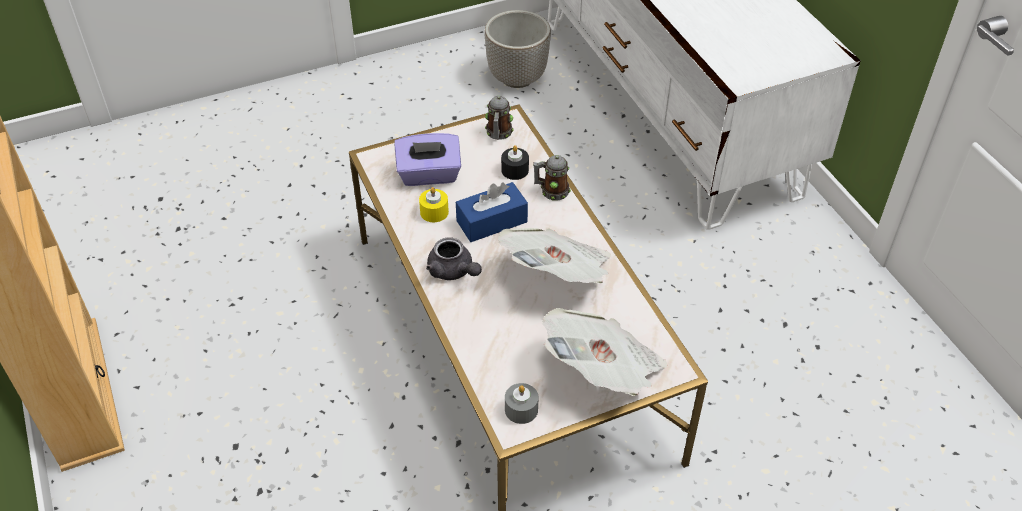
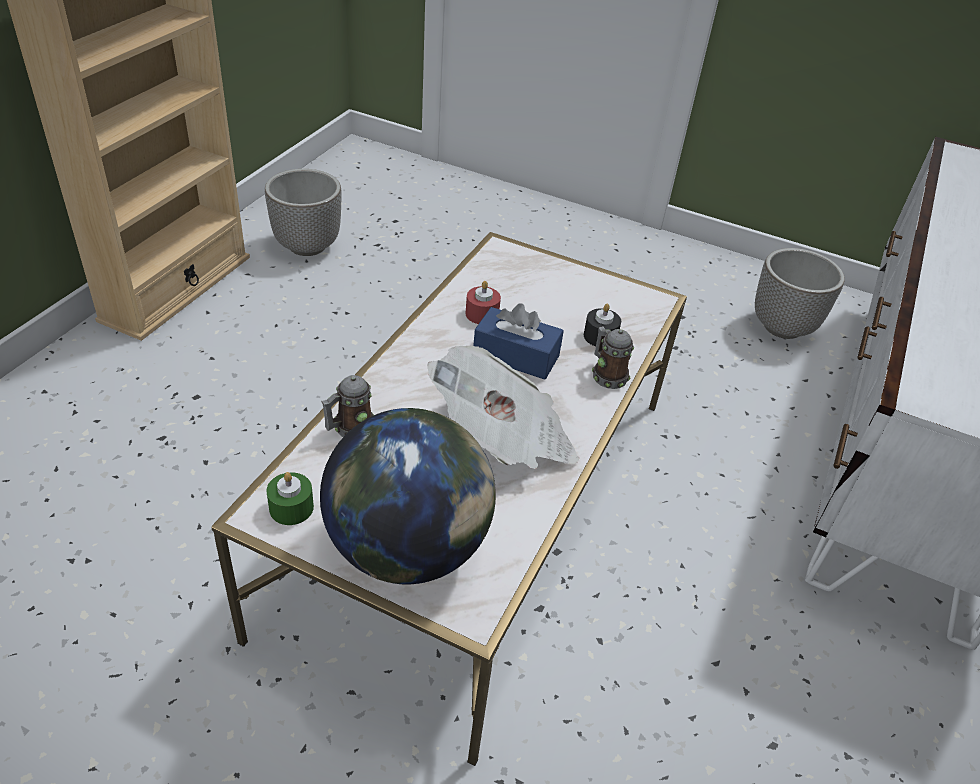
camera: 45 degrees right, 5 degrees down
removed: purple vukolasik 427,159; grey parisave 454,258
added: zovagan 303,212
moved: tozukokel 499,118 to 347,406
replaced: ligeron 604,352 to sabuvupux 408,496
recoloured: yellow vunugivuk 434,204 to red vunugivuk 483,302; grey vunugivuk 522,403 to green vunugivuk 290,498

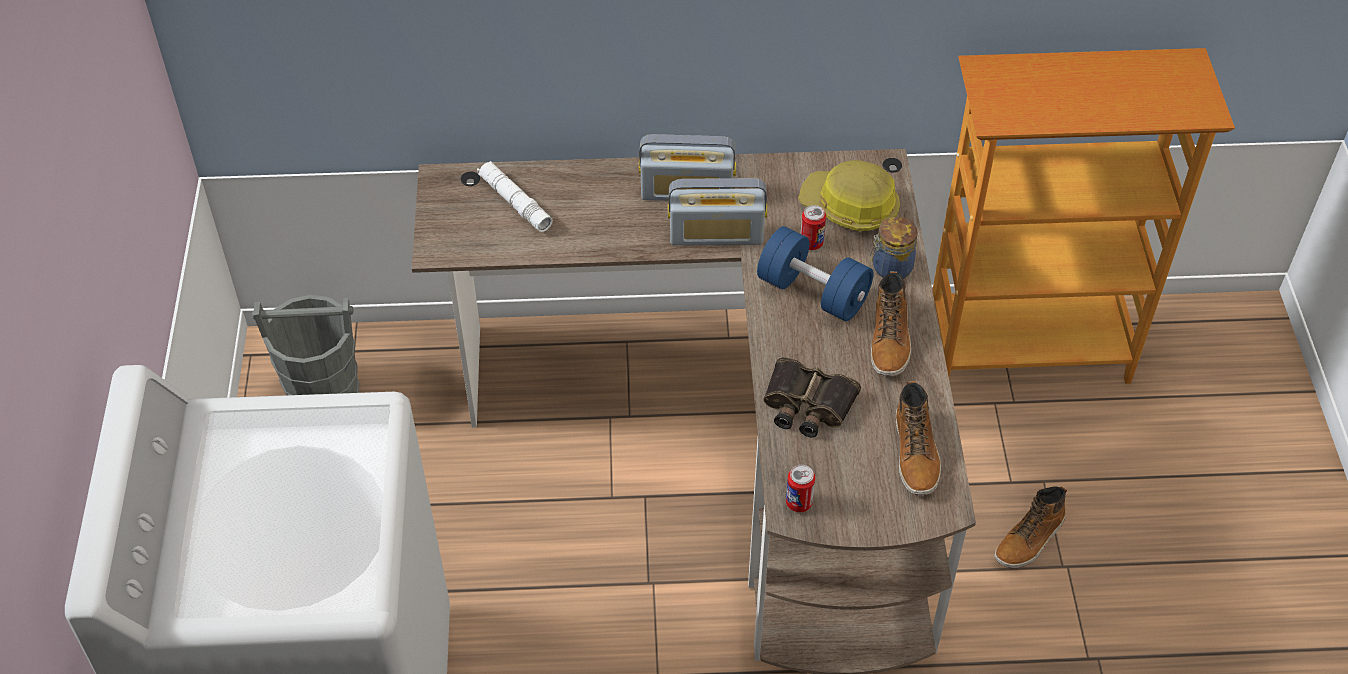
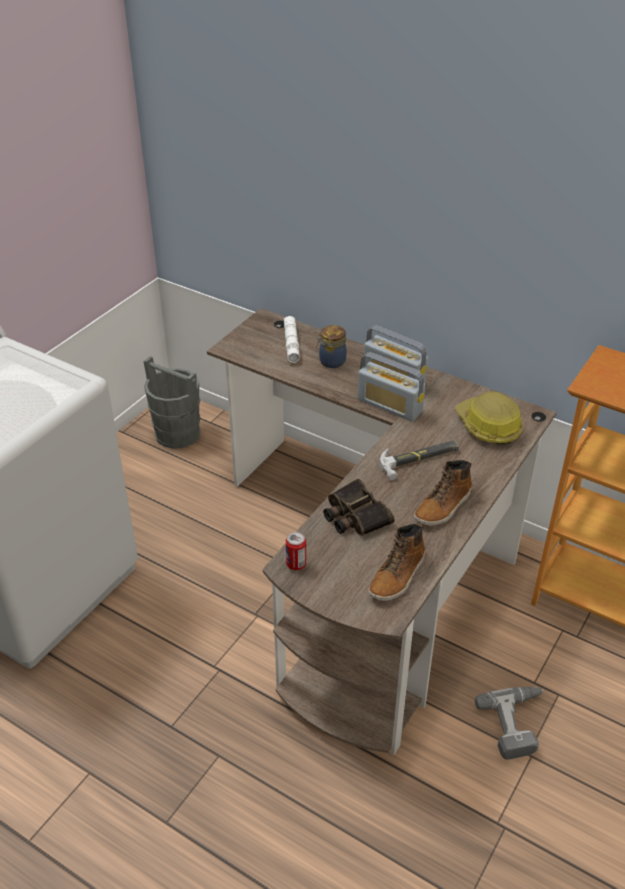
camera: 35 degrees right, 10 degrees down
removed: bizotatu 813,227
moved: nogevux 894,248 to 331,346
replaced: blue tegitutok 815,273 to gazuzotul 419,460; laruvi 1030,527 to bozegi 509,723

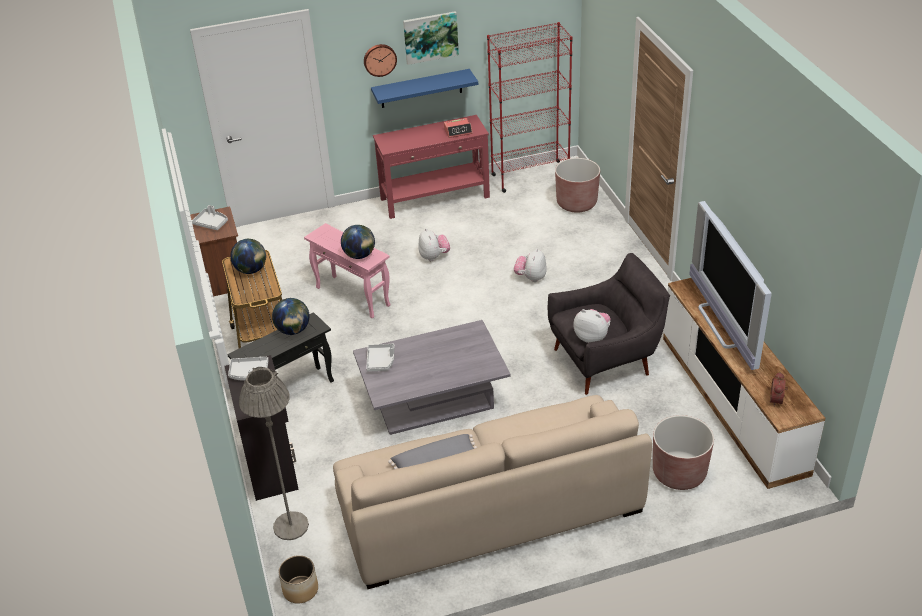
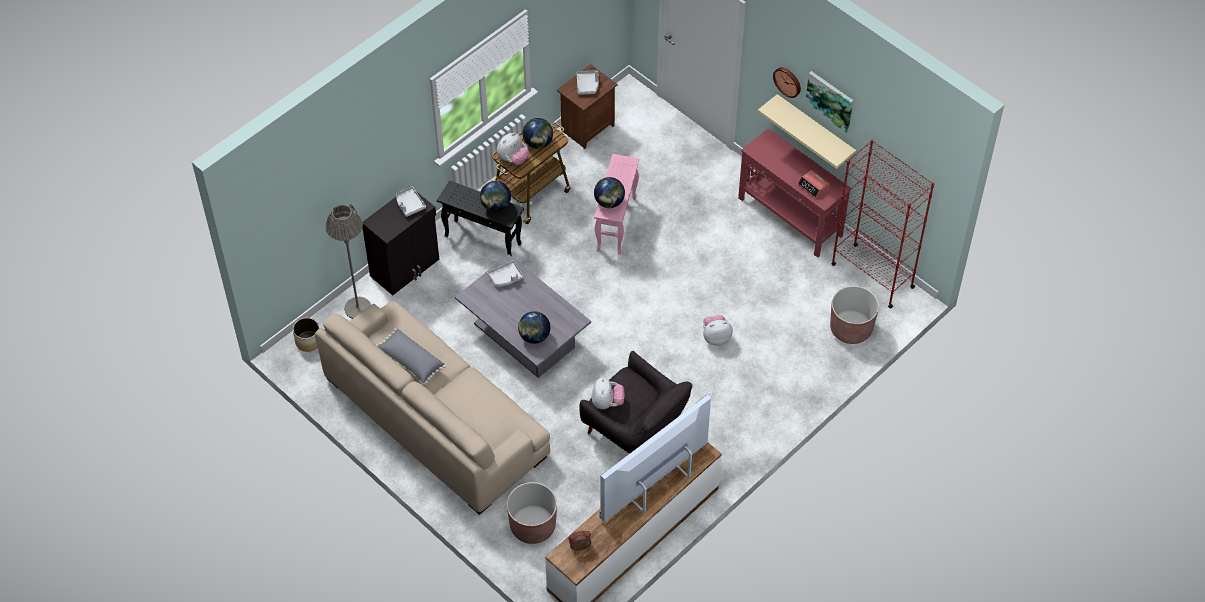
camera: 60 degrees right, 15 degrees up
added: sabuvupux 534,327
moved: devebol 434,244 to 513,149
recoloured: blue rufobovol 424,88 to beige rufobovol 807,131

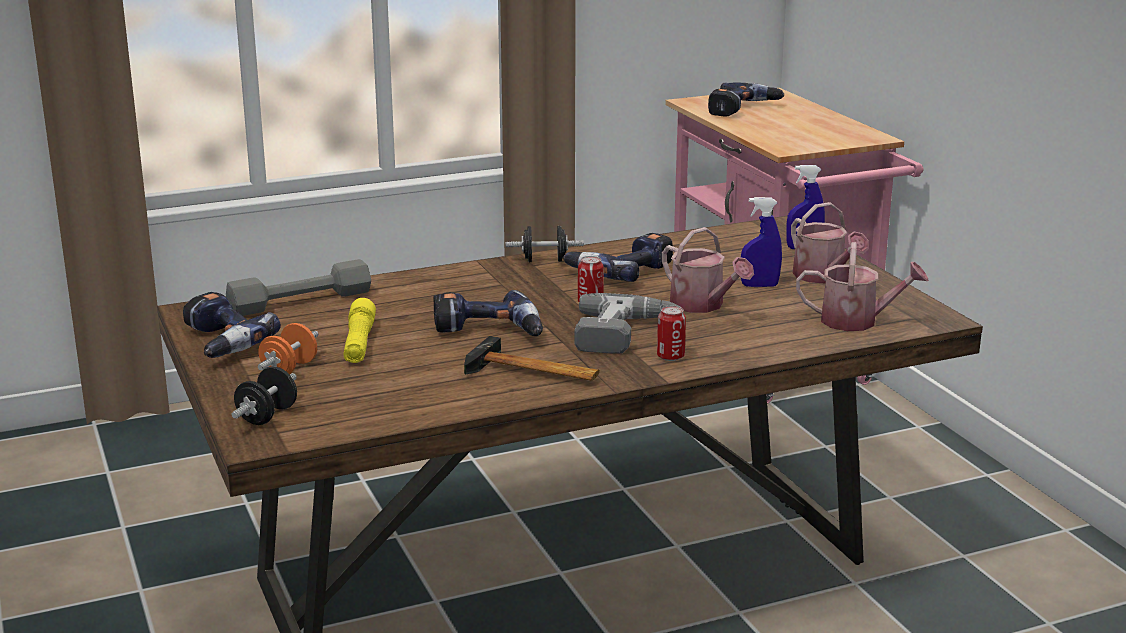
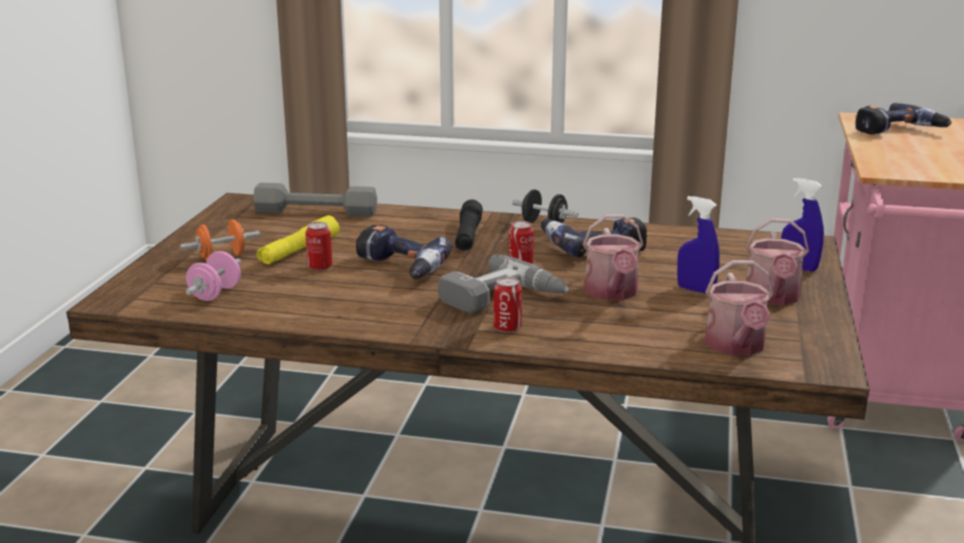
camera: 35 degrees right, 0 degrees up
removed: bozegi 232,325; black tegitutok 264,395; gazuzotul 532,358
added: pink tegitutok 213,276; bizotatu 319,246; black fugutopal 469,225
turned: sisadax 862,286 = 739,307 45 degrees clockwise

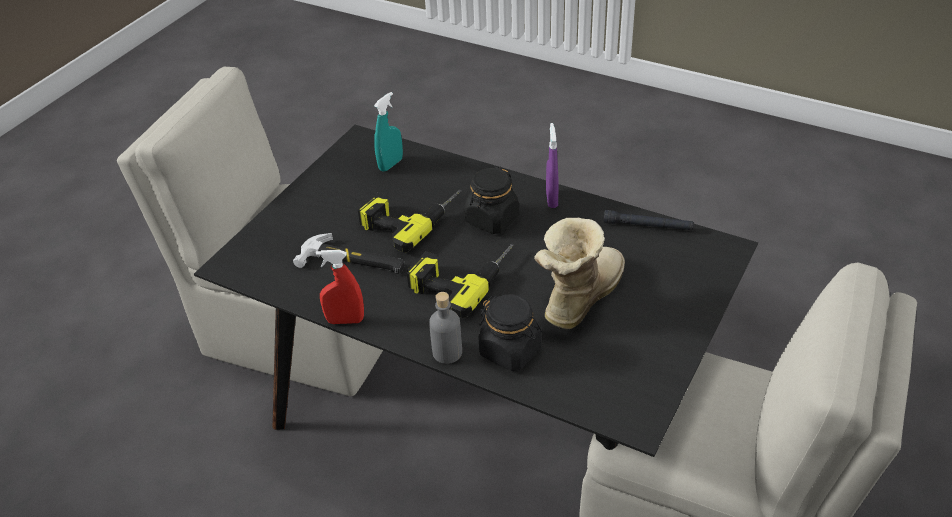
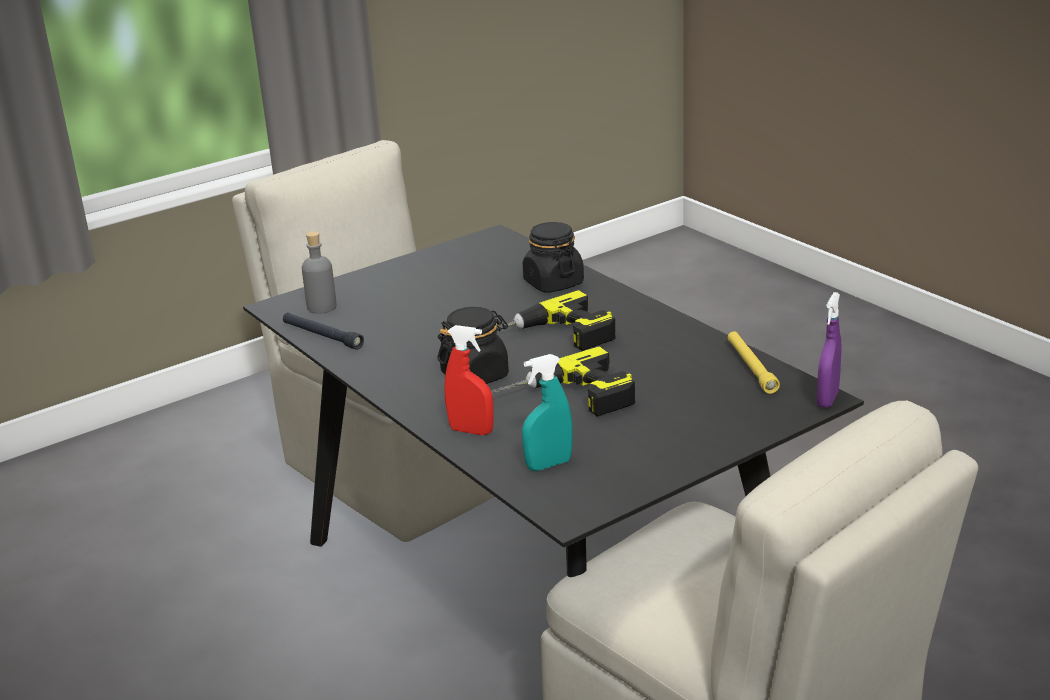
camera: 155 degrees left, 15 degrees down
removed: gazuzotul 349,253; laruvi 579,273
added: yellow fugutopal 754,362
moved: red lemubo 340,287 to 469,380; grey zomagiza 445,328 to 319,272; purple lemubo 552,165 to 829,350

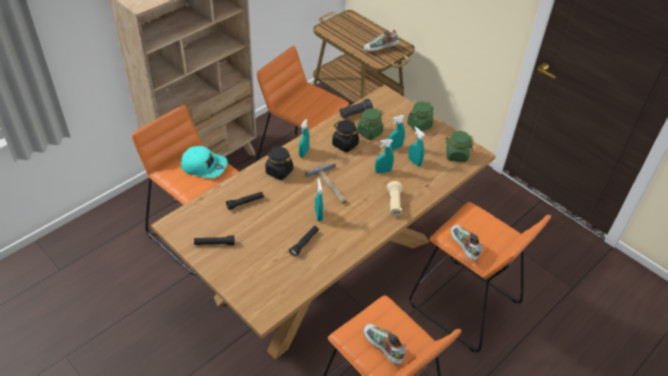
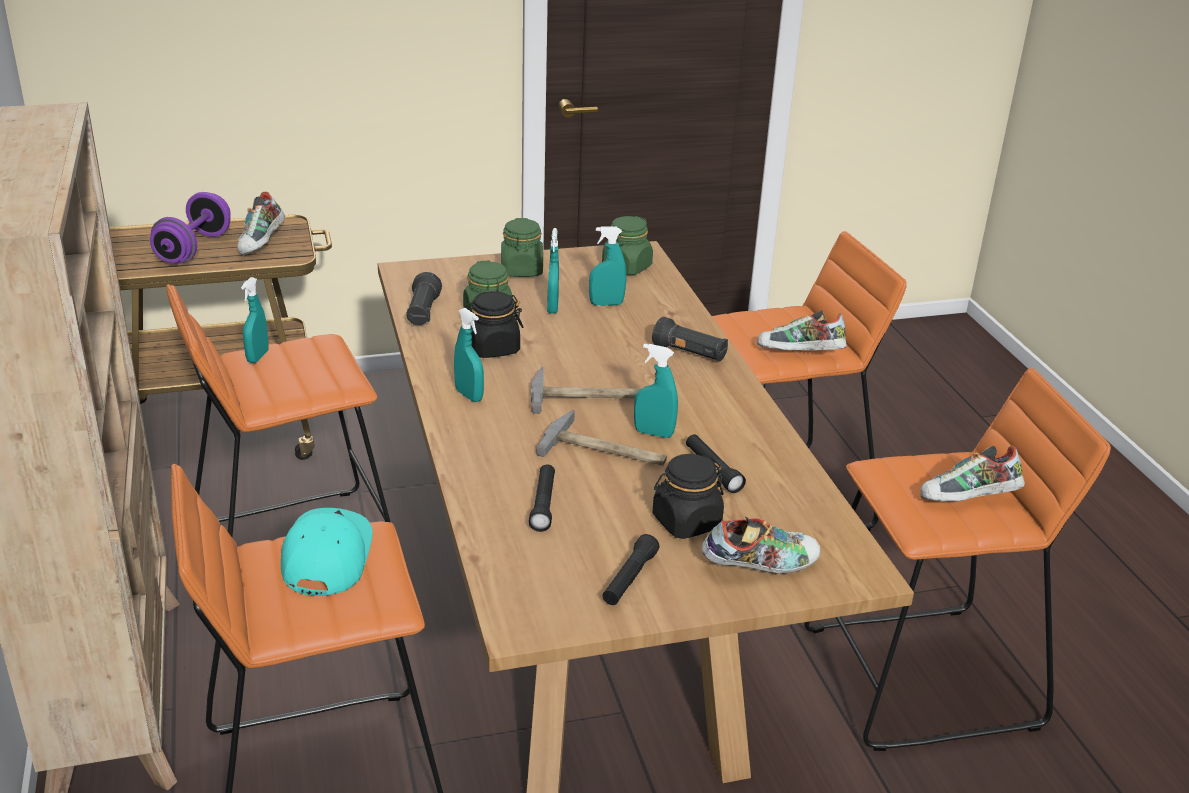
camera: 60 degrees left, 15 degrees down
added: purple tegitutok 190,228; gazuzotul 601,438; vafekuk 761,545
moved: black nogevux 279,163 to 688,496; turquoise lemubo 384,156 to 255,320
recoloured: beige fugutopal 394,198 to black fugutopal 690,339
turned: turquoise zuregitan 204,162 = 327,552 45 degrees counterclockwise

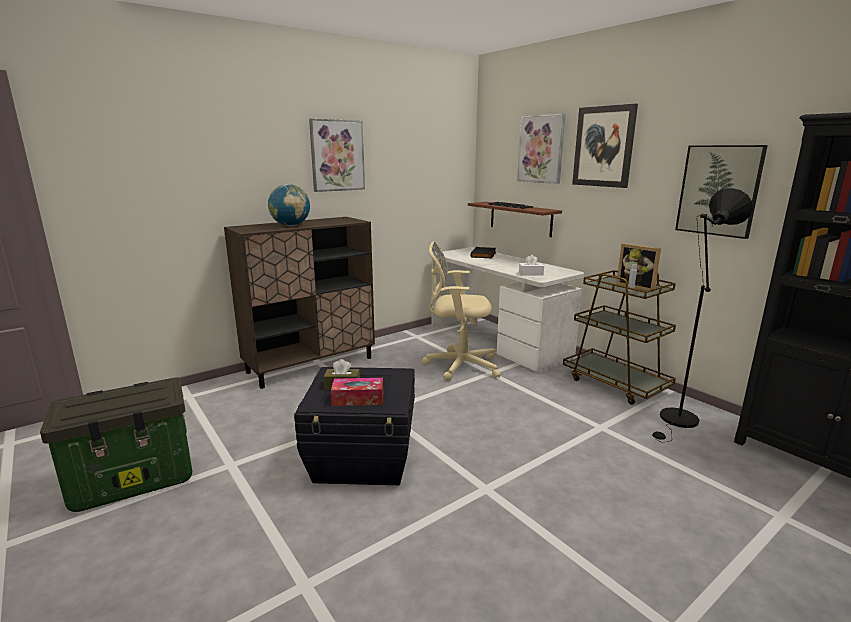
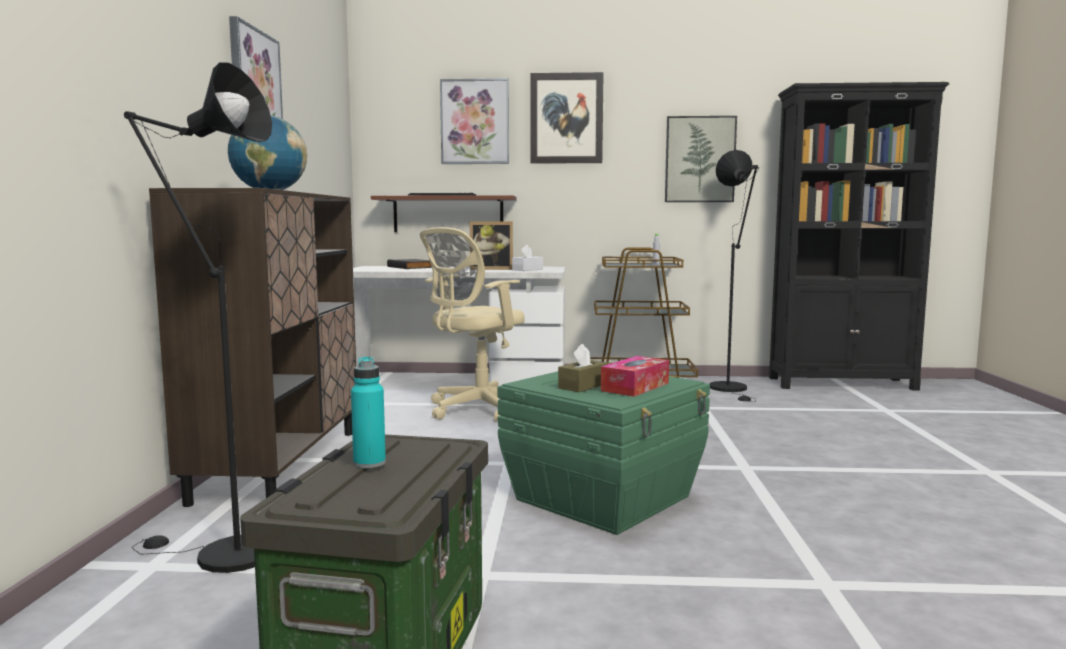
camera: 50 degrees left, 10 degrees down
added: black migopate 198,317; turquoise zomagiza 368,412
moved: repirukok 638,267 to 491,245
recoloured: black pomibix 354,426 to green pomibix 604,453

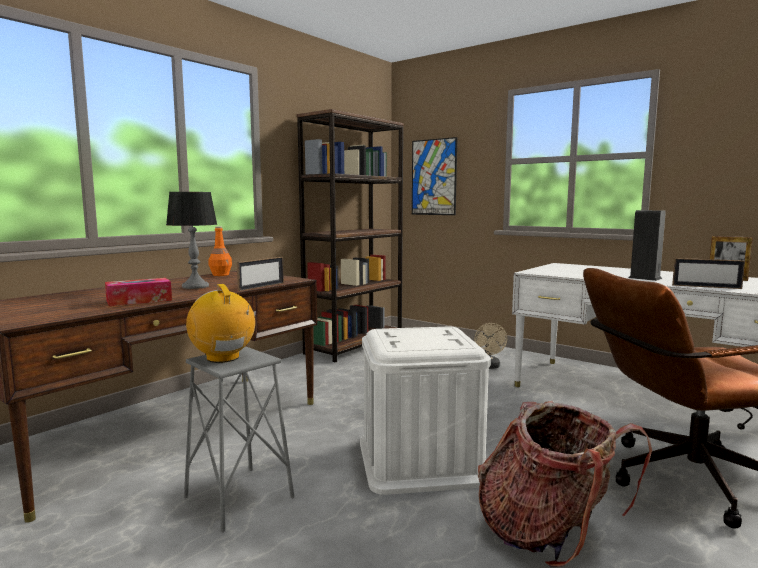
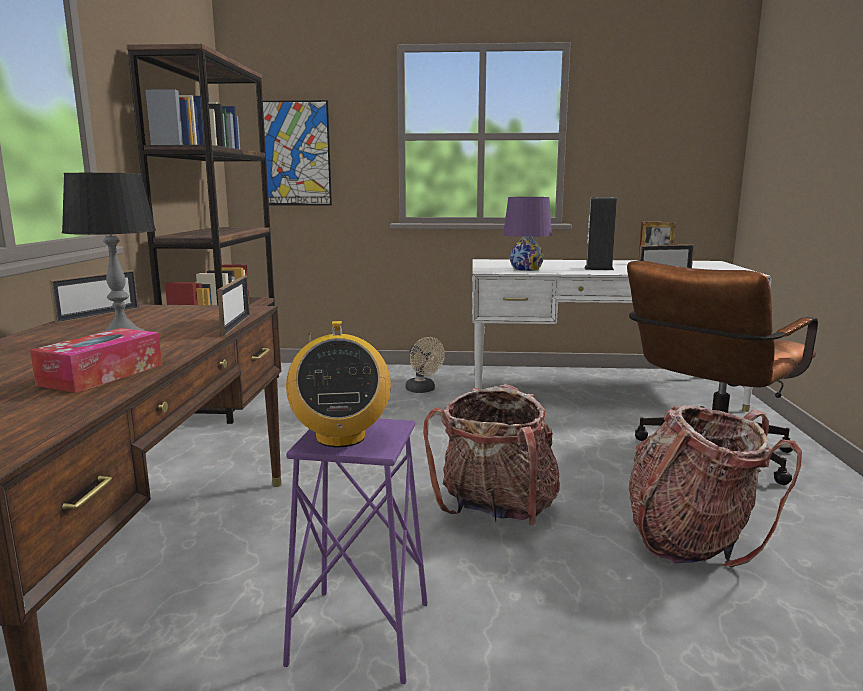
camera: 35 degrees left, 5 degrees up
added: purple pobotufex 527,234
replaced: orange zomagiza 220,251 to repirukok 94,296; white pomibix 425,411 to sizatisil 491,455
recoloured: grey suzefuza 239,439 to purple suzefuza 355,551
turned: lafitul 220,323 = 338,384 120 degrees counterclockwise

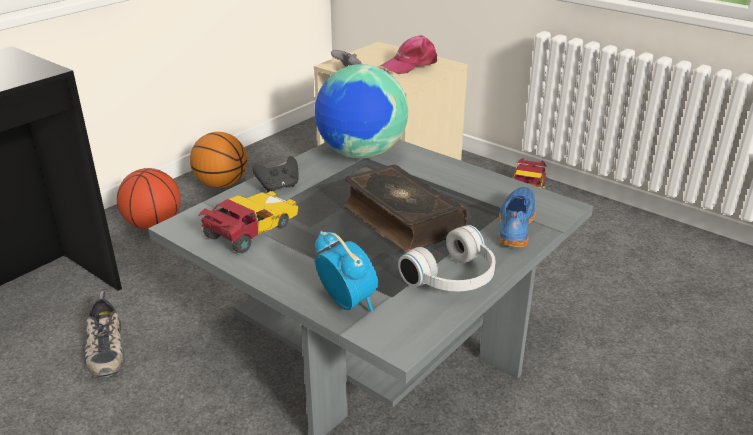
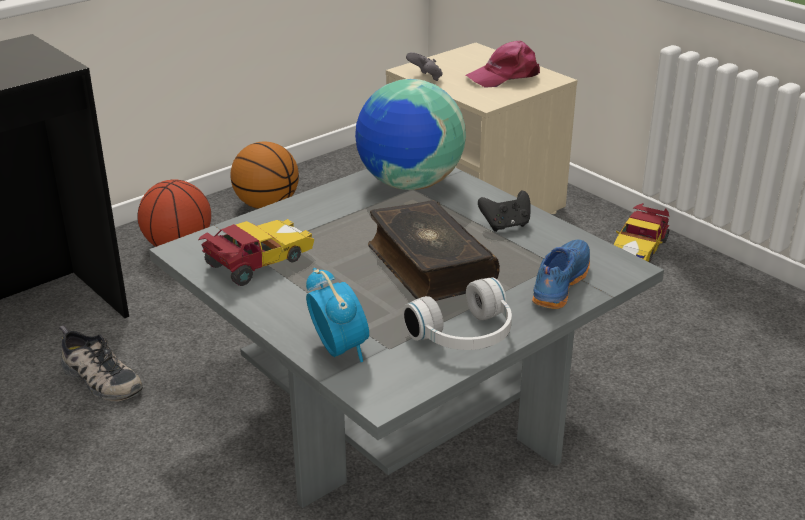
camera: 10 degrees right, 0 degrees up
moved: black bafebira 275,174 to 504,211
turned: vafekuk 105,334 = 101,363 45 degrees counterclockwise

